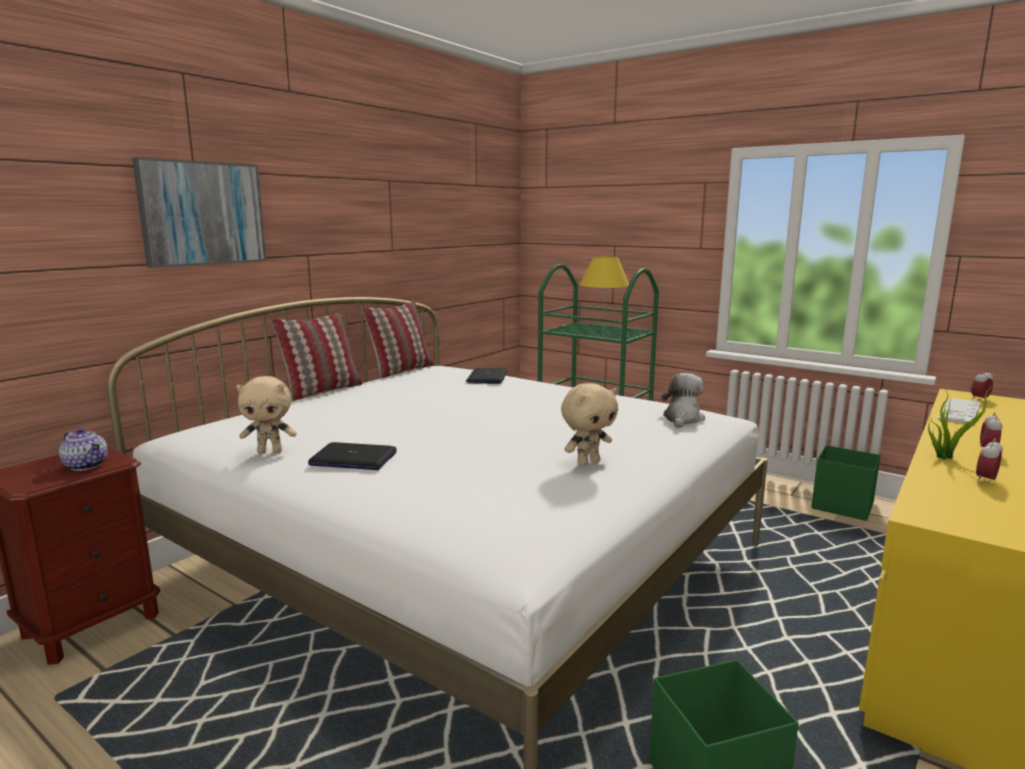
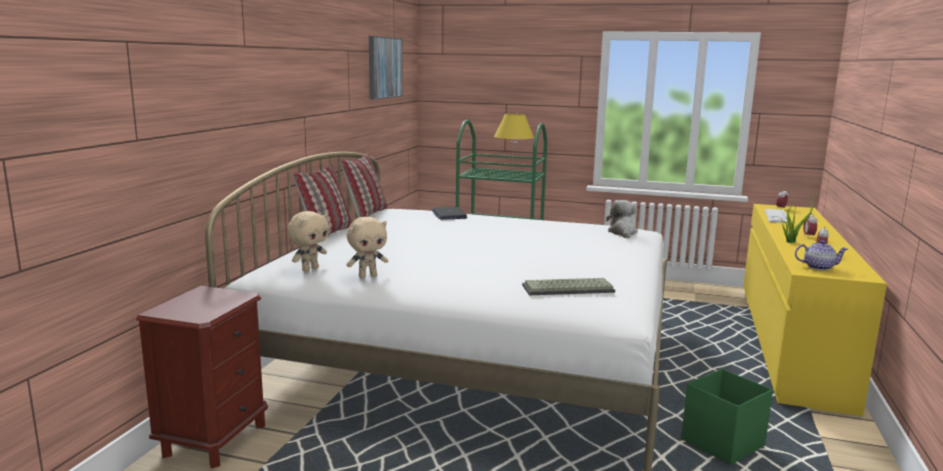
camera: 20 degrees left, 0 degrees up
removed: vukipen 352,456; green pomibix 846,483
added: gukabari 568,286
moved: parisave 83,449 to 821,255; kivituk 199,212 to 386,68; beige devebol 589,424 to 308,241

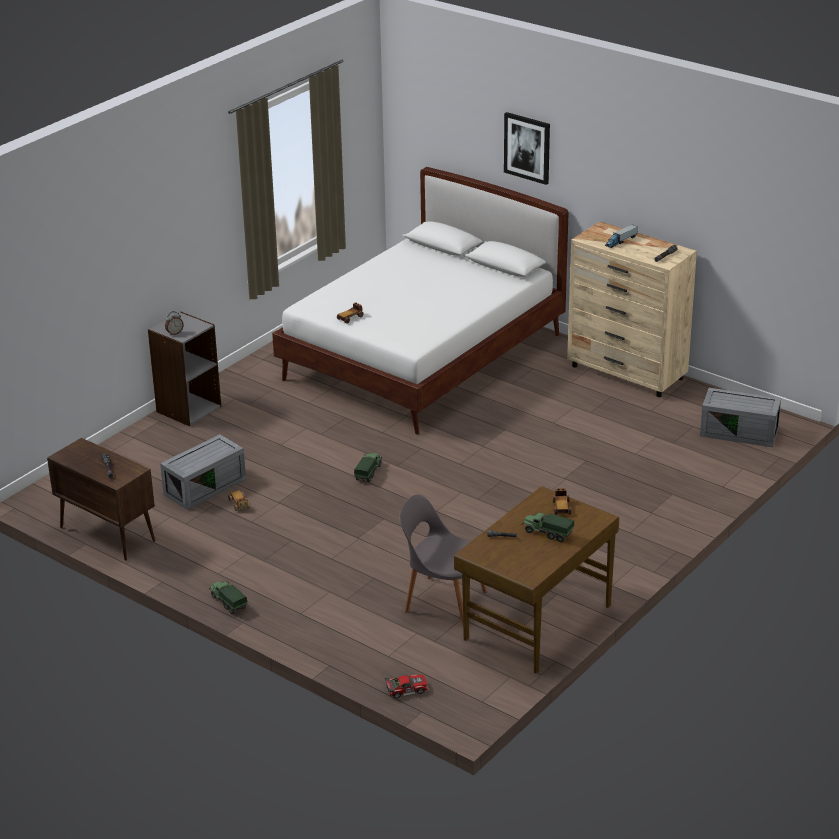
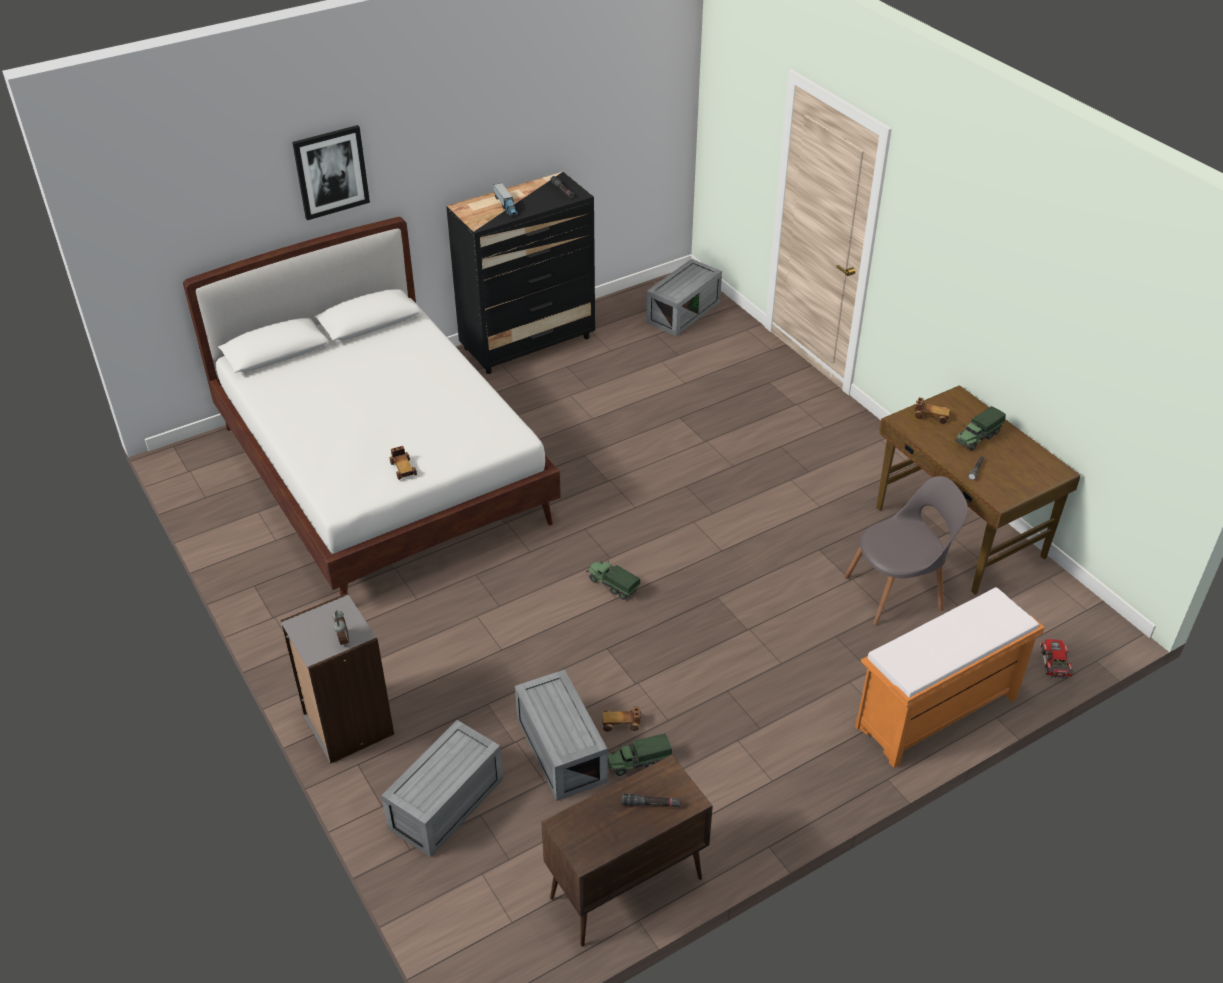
camera: 70 degrees left, 10 degrees up
added: grey pomibix 442,788; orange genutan 950,677
moved: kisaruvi 228,597 to 639,754
recoloured: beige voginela 632,309 to black voginela 520,273
turned: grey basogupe 443,560 = 906,550 150 degrees counterclockwise

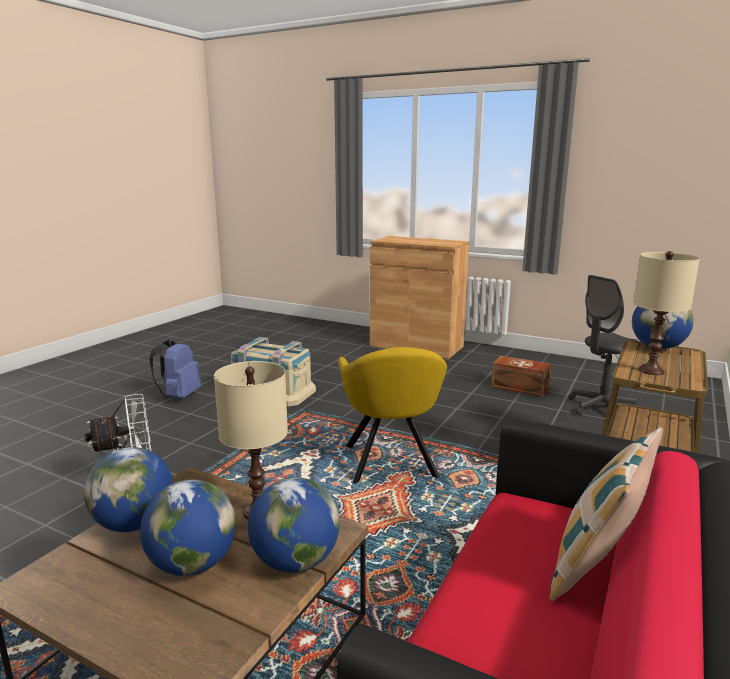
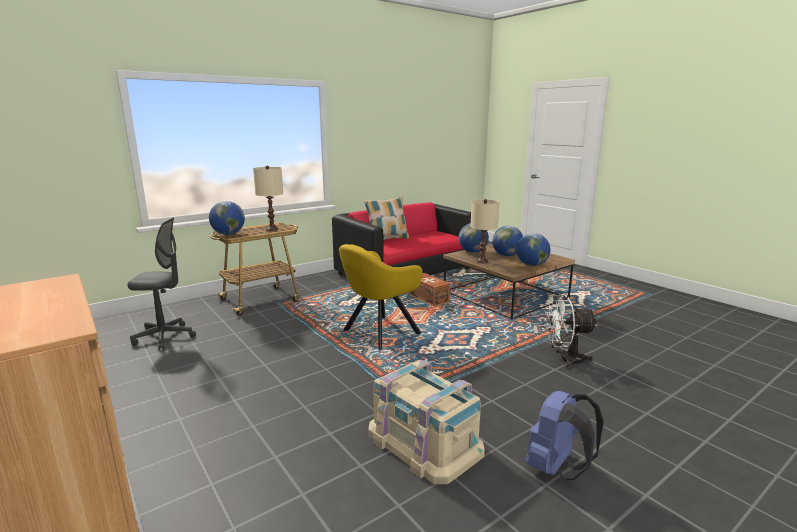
camera: 155 degrees left, 0 degrees up
moved: brown pomibix 521,376 to 429,290
turned: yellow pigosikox 392,415 = 381,297 150 degrees counterclockwise

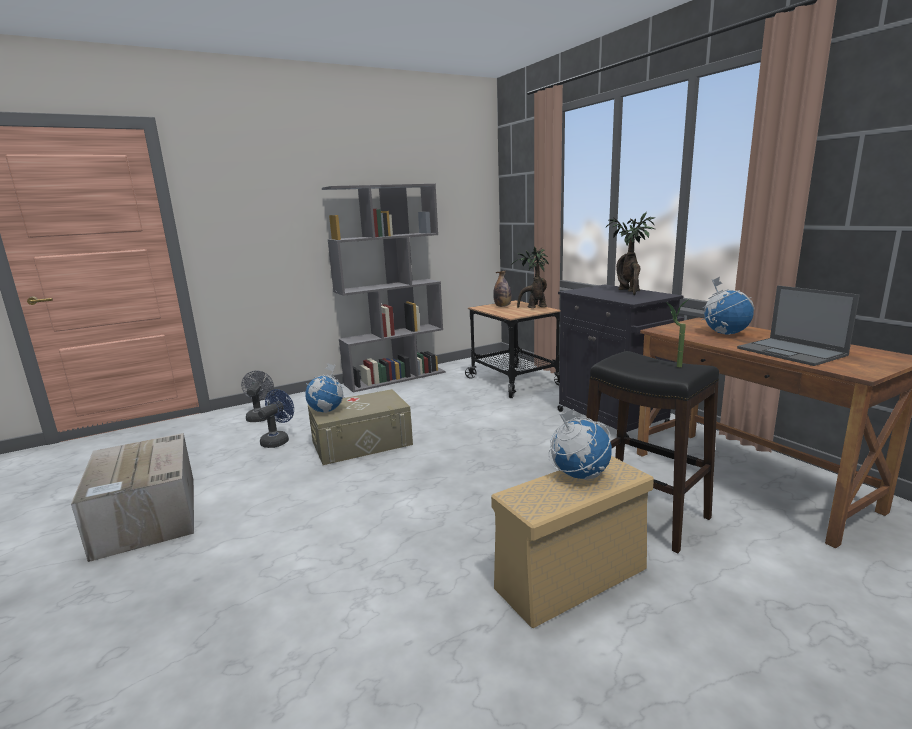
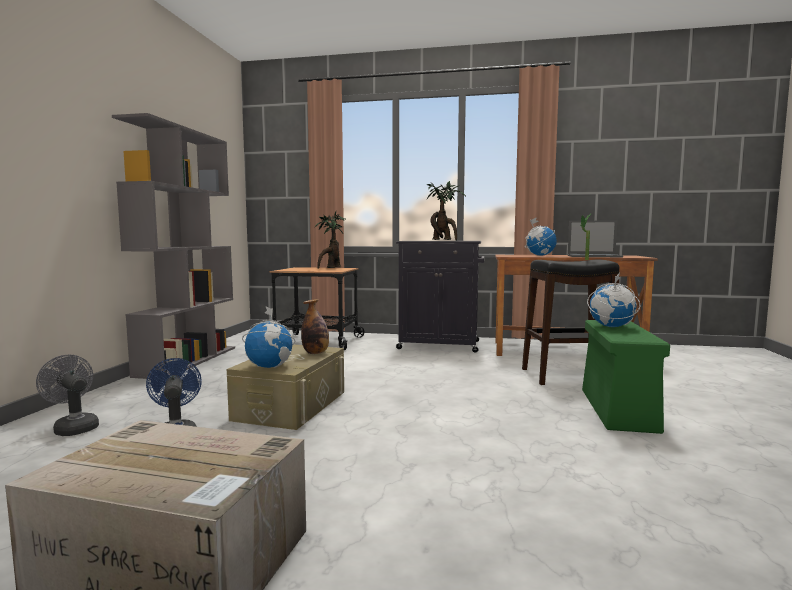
camera: 50 degrees left, 10 degrees down
moved: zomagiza 502,289 to 315,326
recoloured: beige pomibix 572,542 to green pomibix 626,377

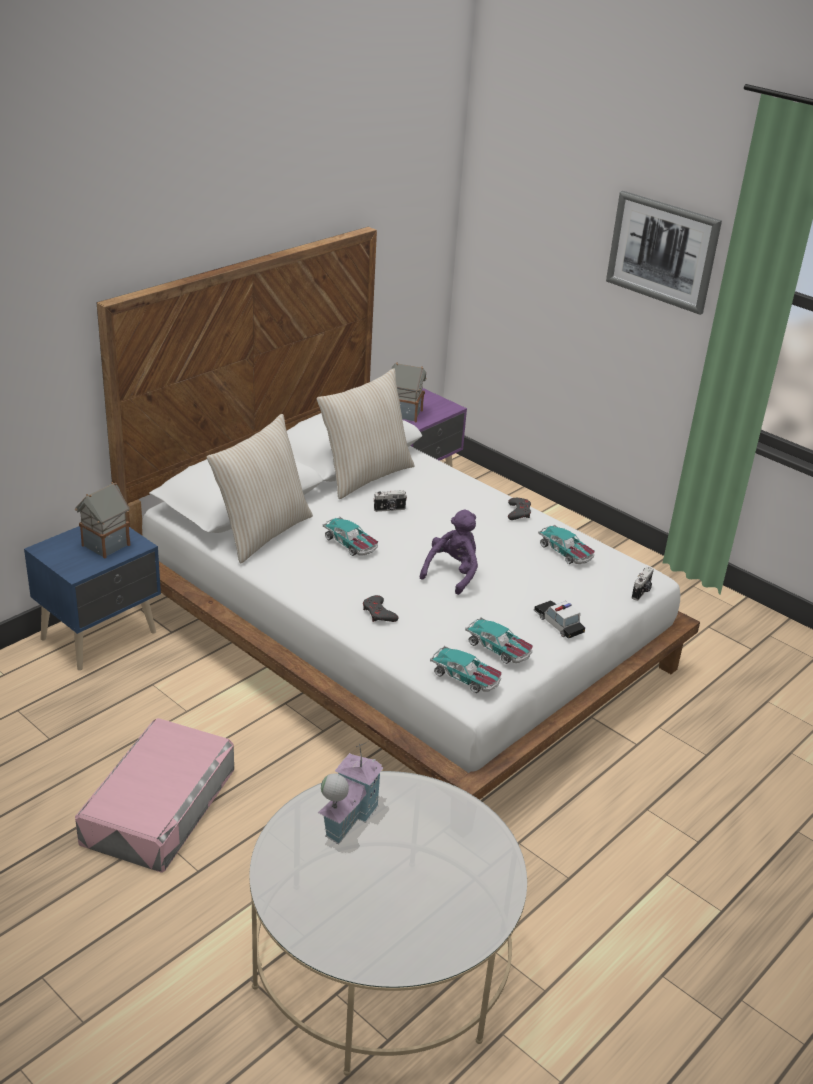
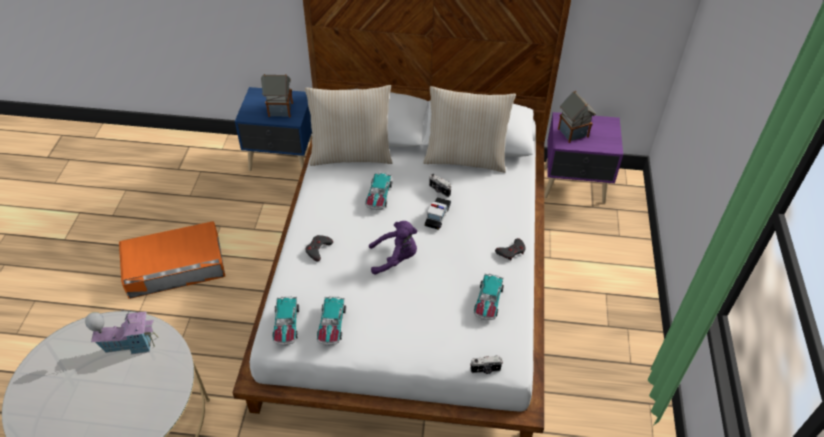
camera: 55 degrees right, 15 degrees up
removed: kivituk 664,253
moved: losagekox 559,619 to 438,213
recoloured: pink pomibix 155,795 to orange pomibix 172,260

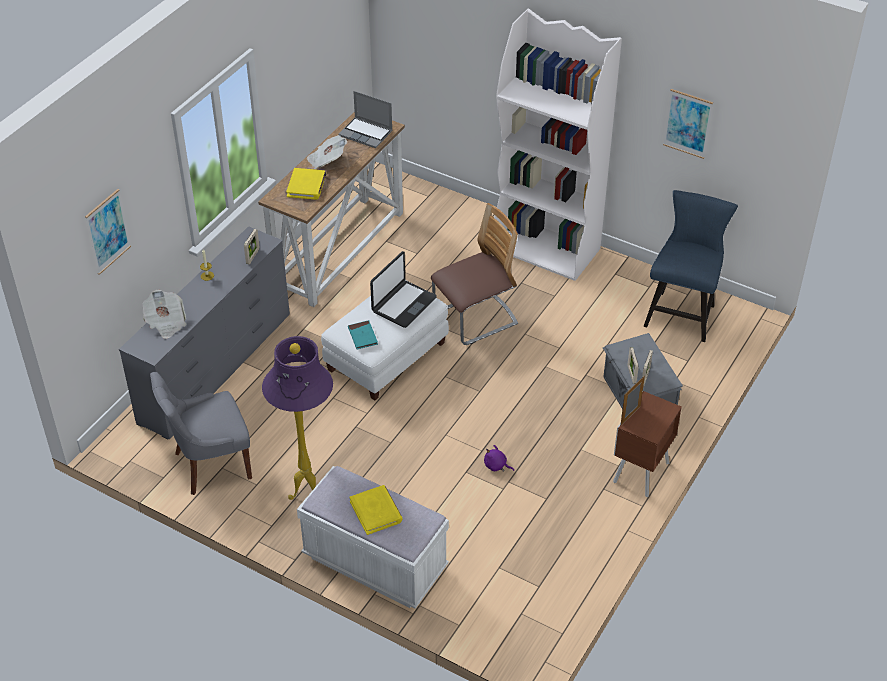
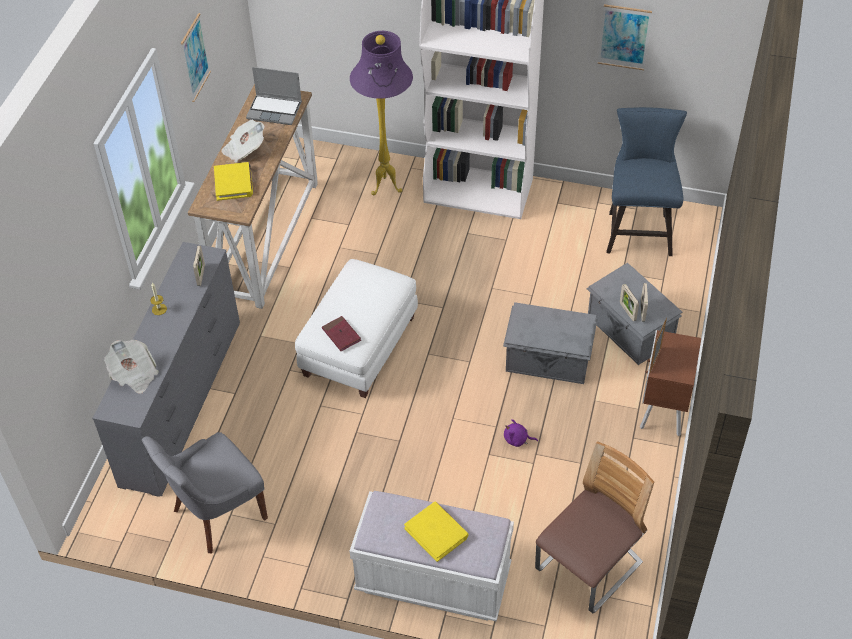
camera: 15 degrees left, 5 degrees up
removed: vukipen 403,289
added: grey pomibix 550,343
moved: kivituk 108,232 to 196,57; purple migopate 297,418 to 381,113; basogupe 474,274 to 594,527
recoloured: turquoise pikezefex 363,334 to red pikezefex 341,333

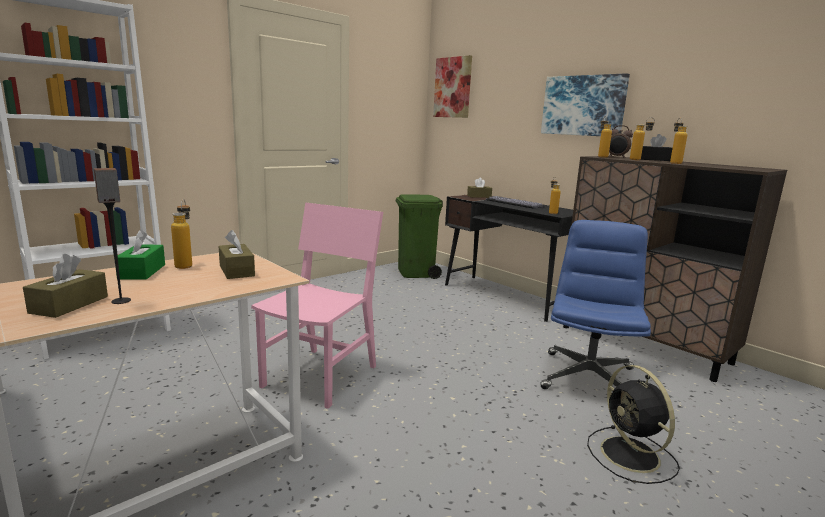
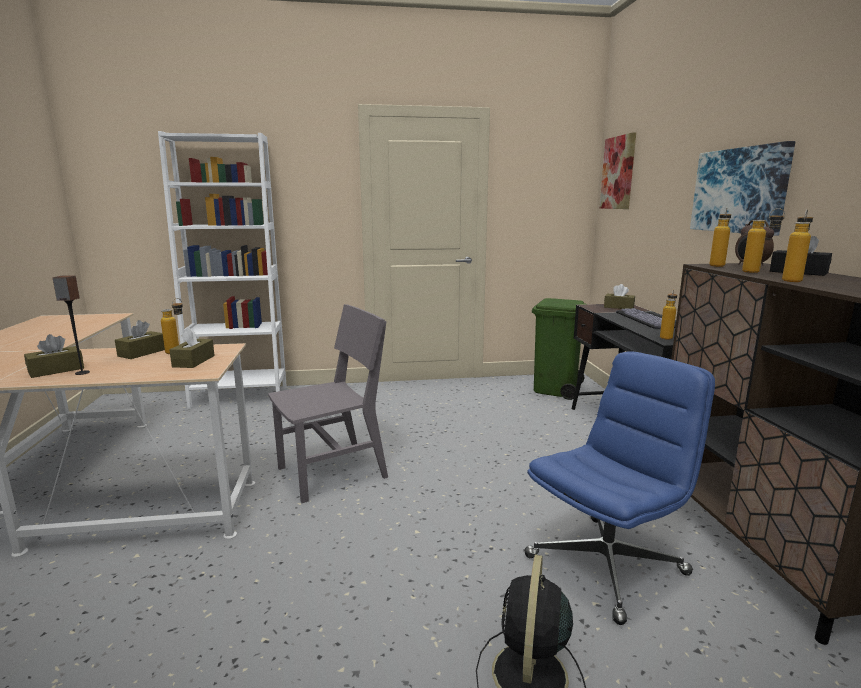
camera: 35 degrees right, 0 degrees up
recoloured: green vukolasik 140,255 to brown vukolasik 140,339; pink basogupe 317,306 to grey basogupe 328,403

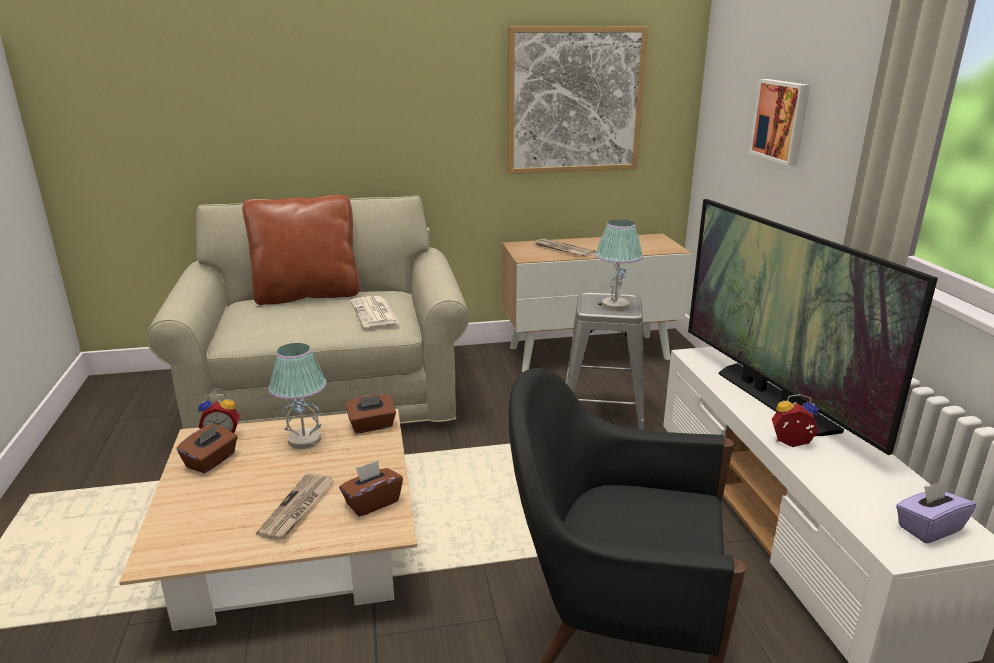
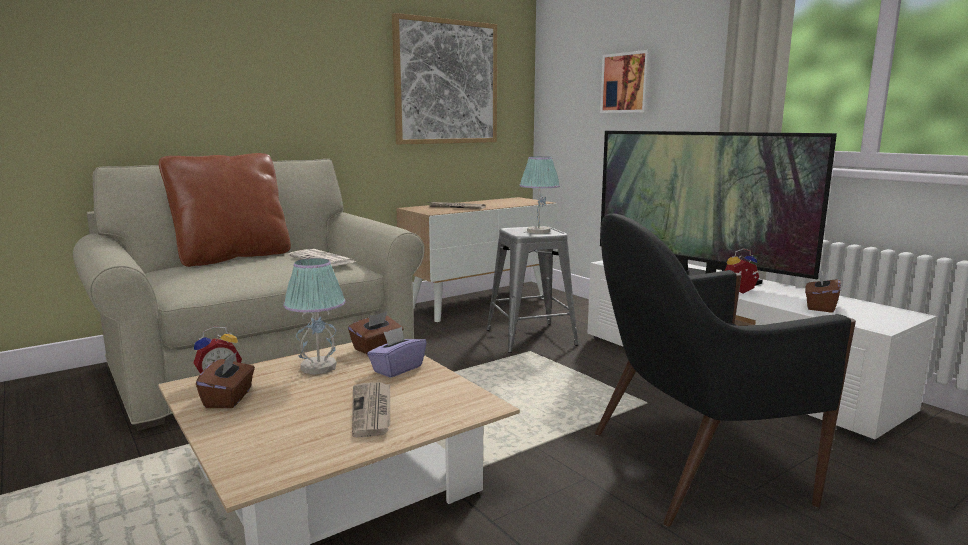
camera: 25 degrees left, 10 degrees down
moved: brown vukolasik 371,489 to 823,291; purple vukolasik 936,512 to 397,352

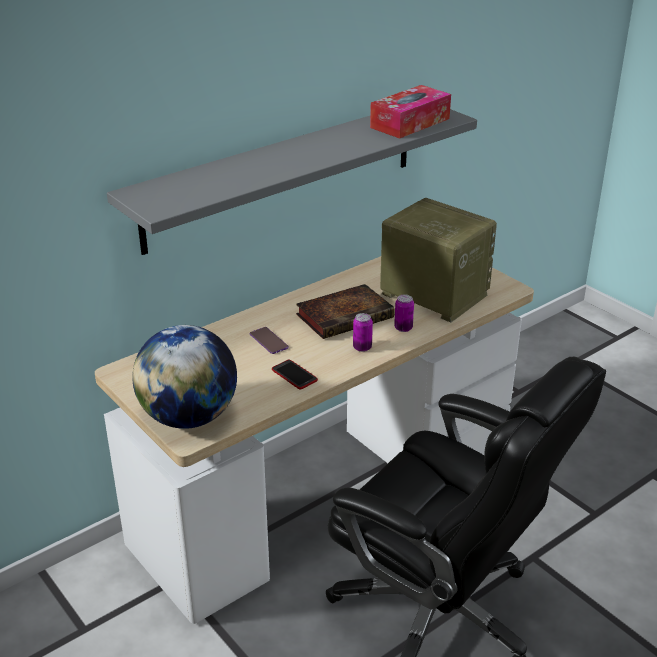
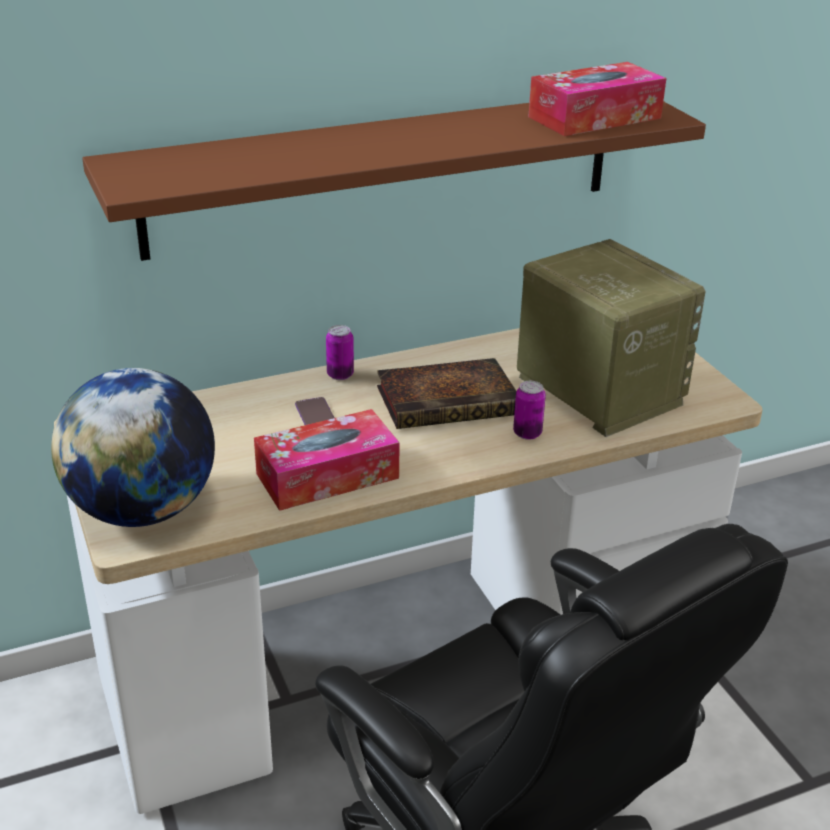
camera: 15 degrees right, 0 degrees up
moved: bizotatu 363,332 to 340,352
replaced: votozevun 295,374 to vukolasik 327,460
recoloured: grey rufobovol 292,182 to brown rufobovol 394,181

